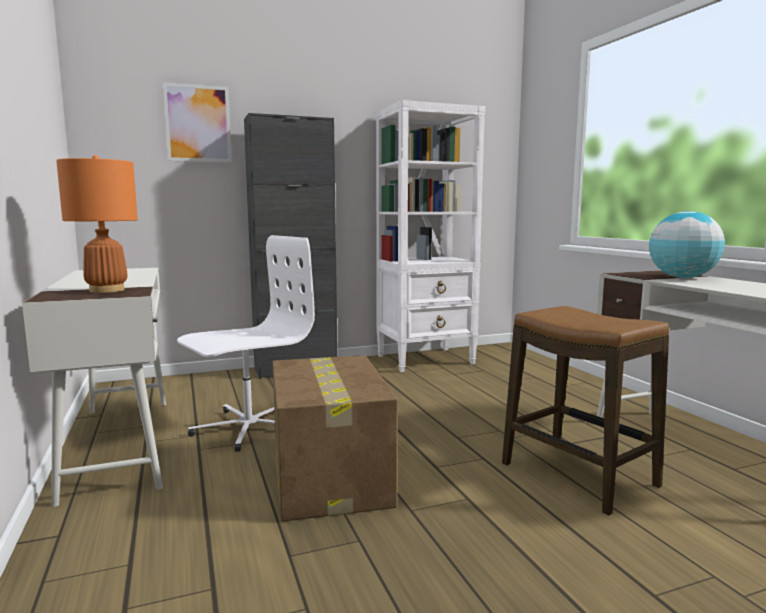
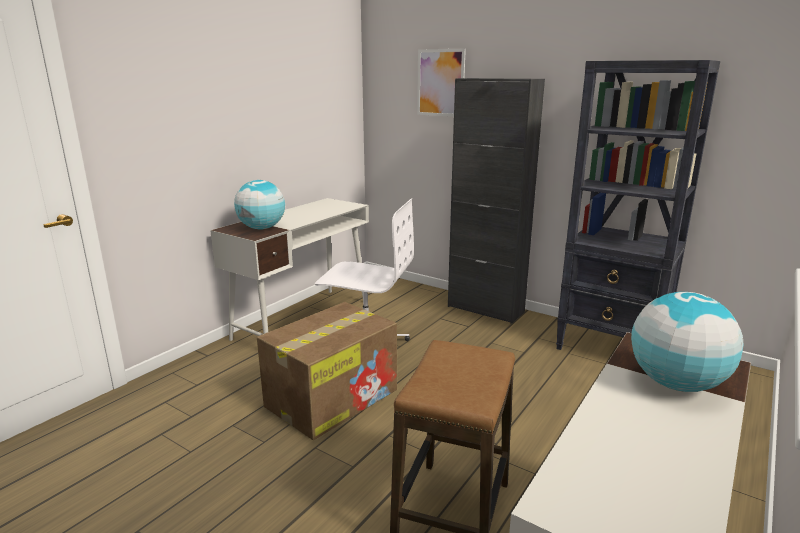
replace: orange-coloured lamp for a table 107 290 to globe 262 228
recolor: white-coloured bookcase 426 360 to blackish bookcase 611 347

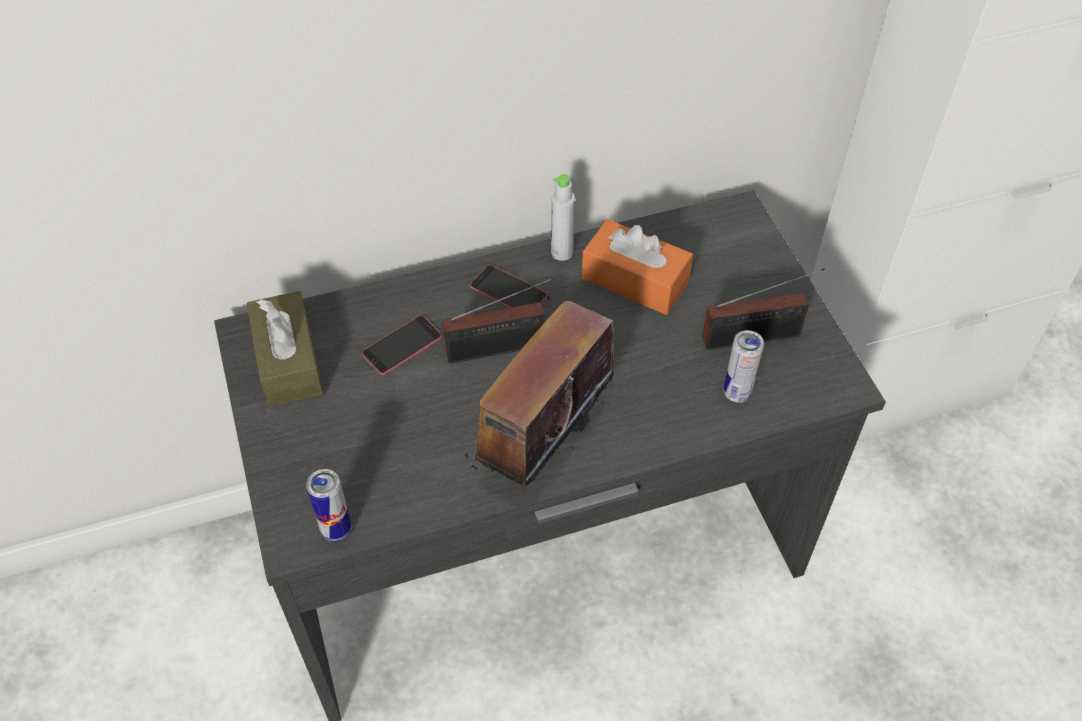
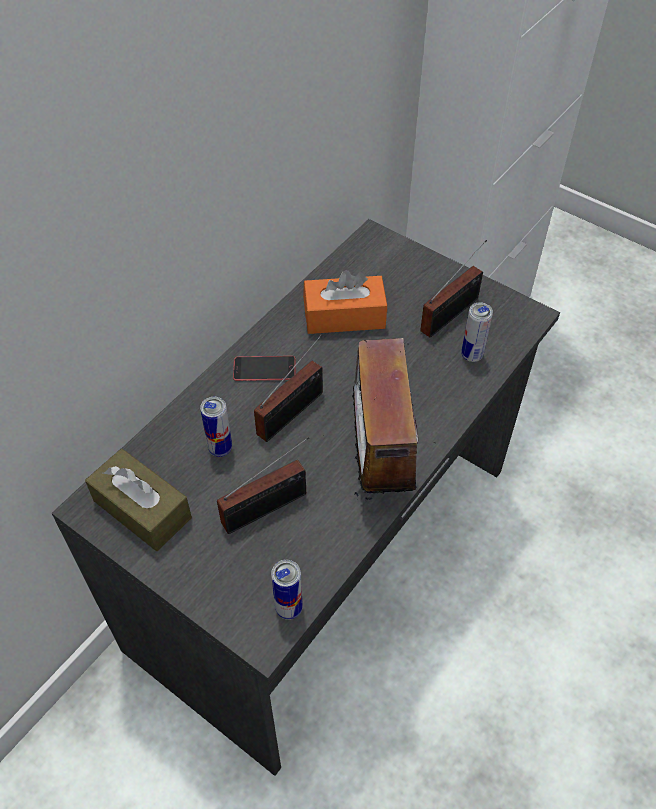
delete: gray beverage bottle 562 252
insert: radio receiver 269 507
replace: phone 402 345 to can 220 448

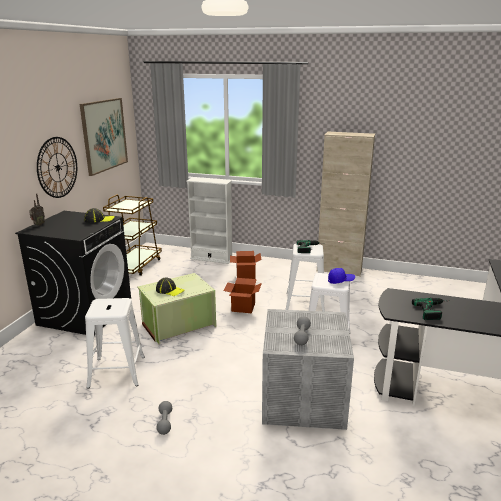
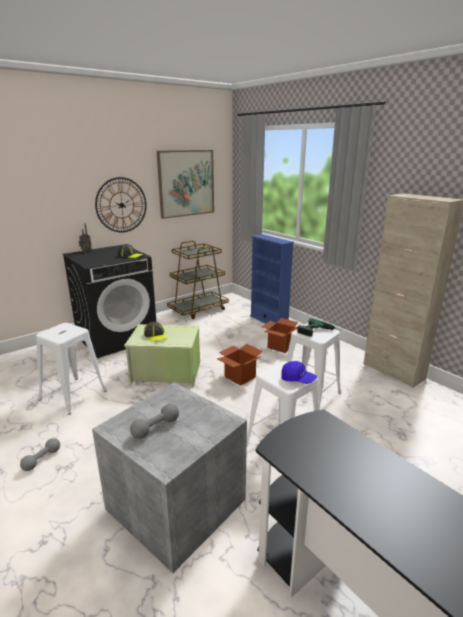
delete: electric drill 435 310
recolor: white-coloured bookcase 211 258 to bluish bookcase 268 321

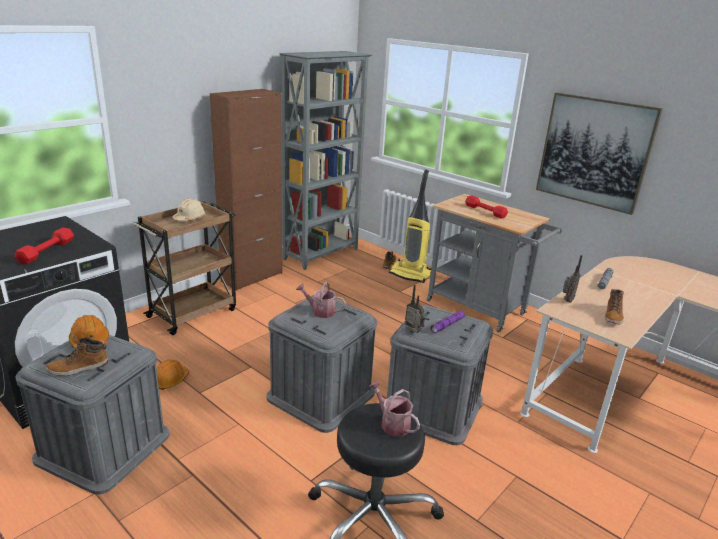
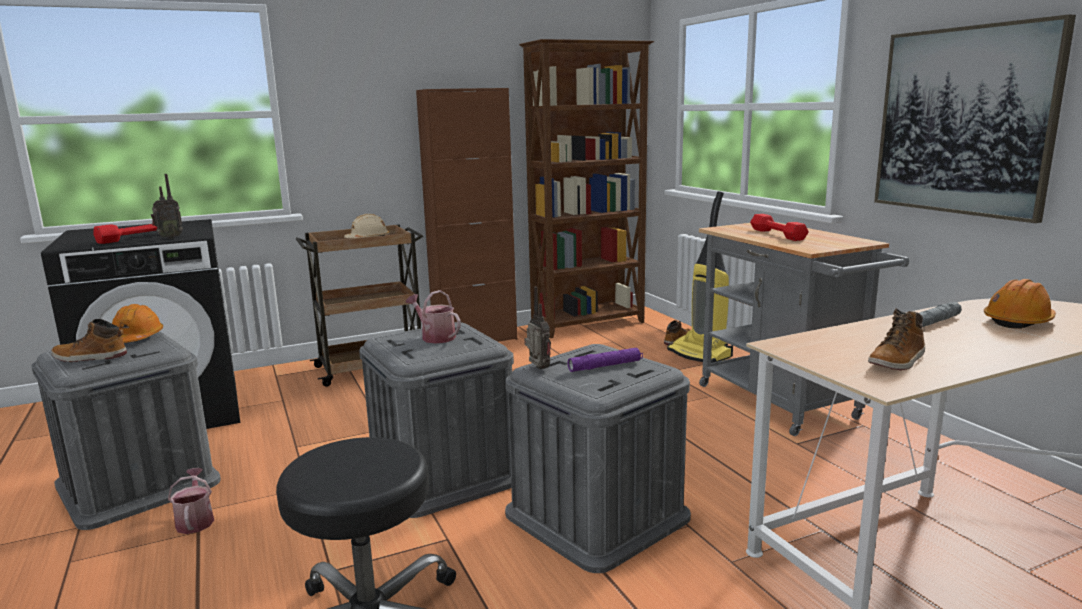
move: orange-coloured hard hat 170 380 to 1018 321; watering pot 392 423 to 195 520; radio receiver 566 301 to 169 238
recolor: gray bookcase 322 254 to brownish bookcase 589 324

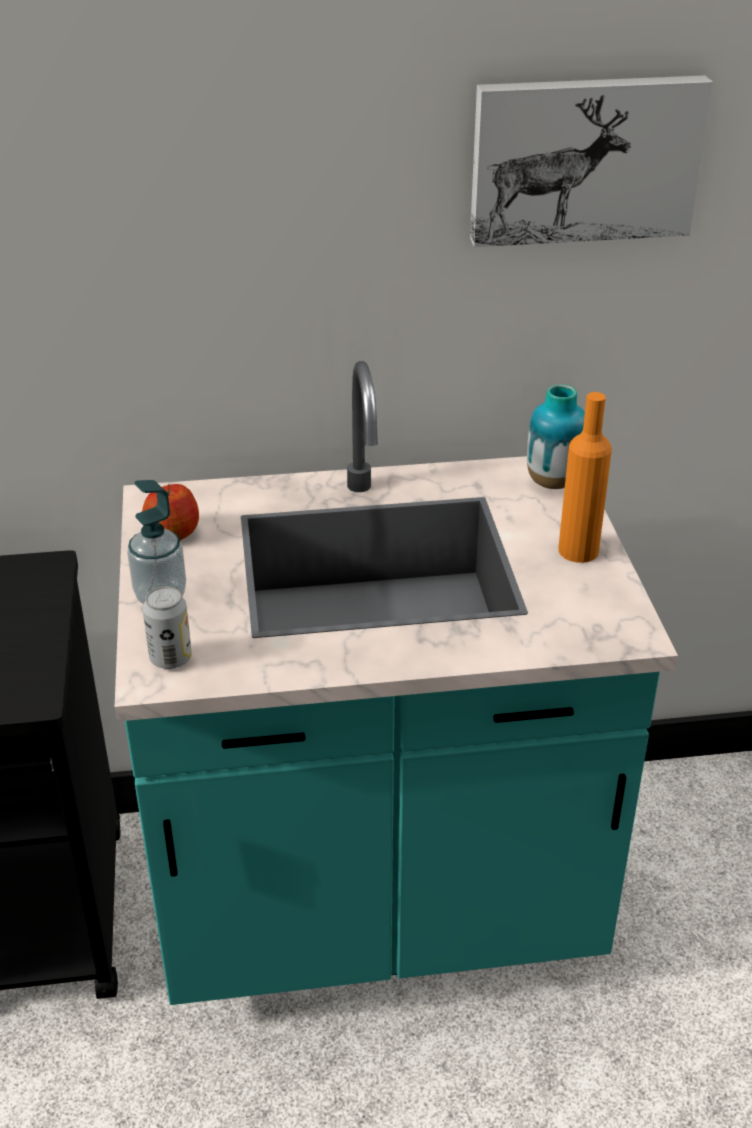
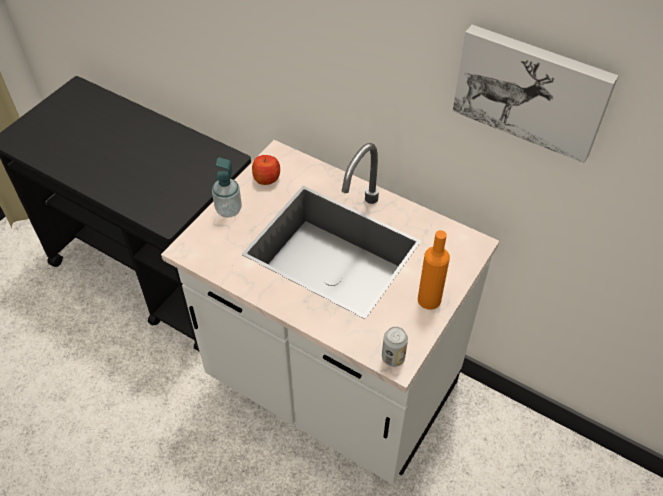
delete: flower vase 553 482
move: can 171 658 to 393 357
recolor: turquoise-coloured kitchen base unit 376 906 to white-coloured kitchen base unit 331 386

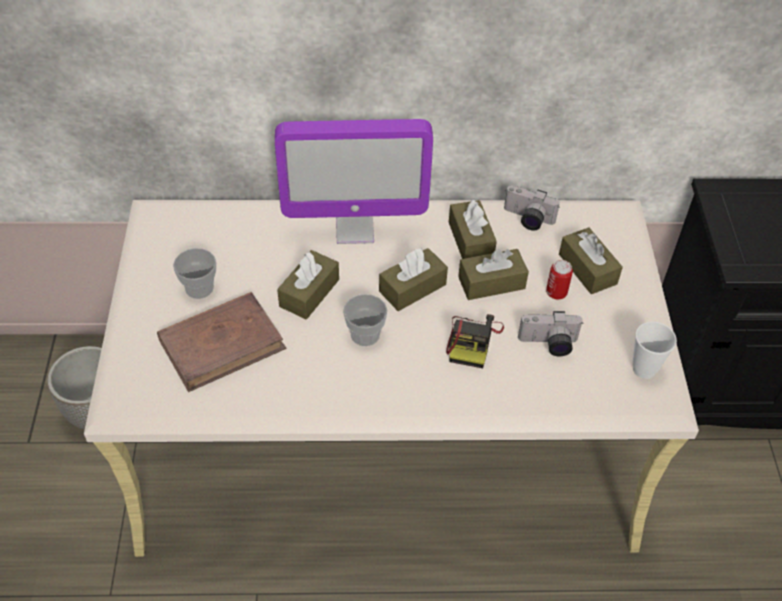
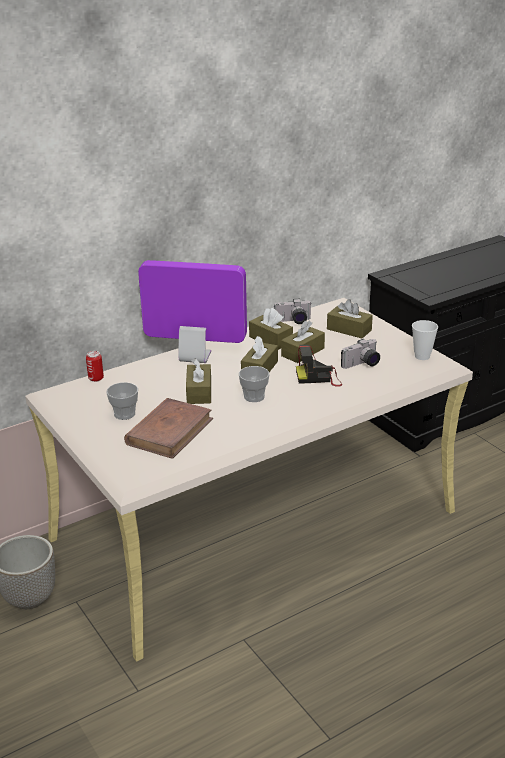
move: can 556 293 to 96 378
rotate: computer display 354 229 = 195 357 135 degrees counterclockwise; photo camera 472 341 = 319 378 105 degrees clockwise

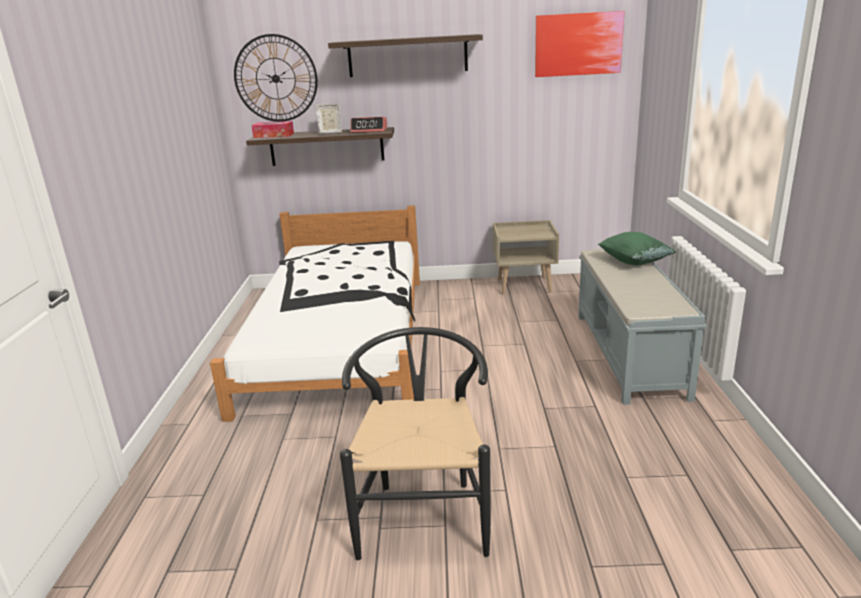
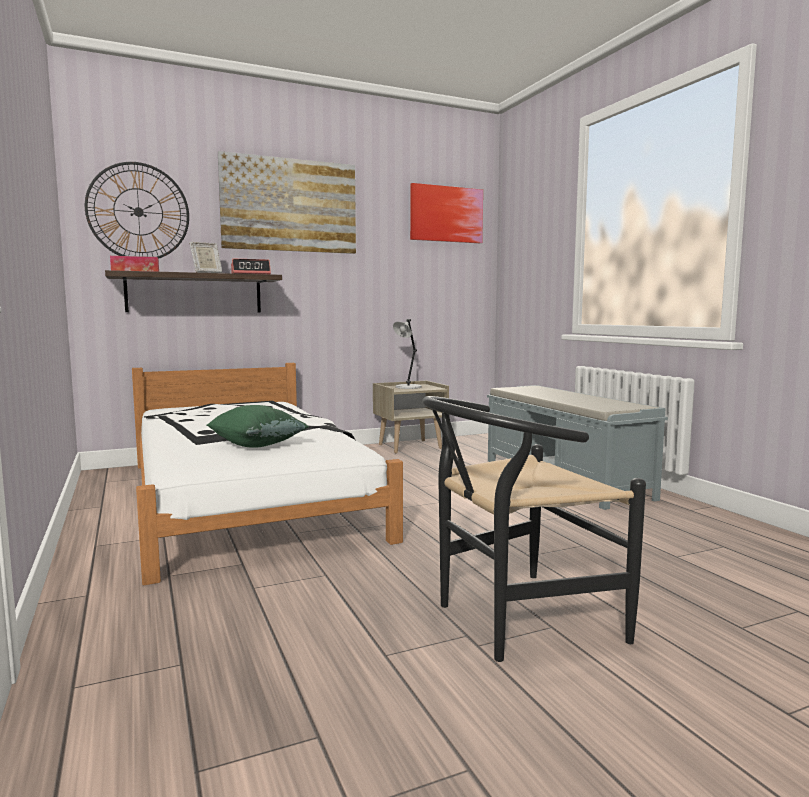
insert: gray lamp for a table 407 387
move: green-coloured cushion 634 262 to 257 445
replace: wall shelf 407 56 to wall picture 289 205
rotate: blackish upright chair 423 512 = 513 620 90 degrees counterclockwise

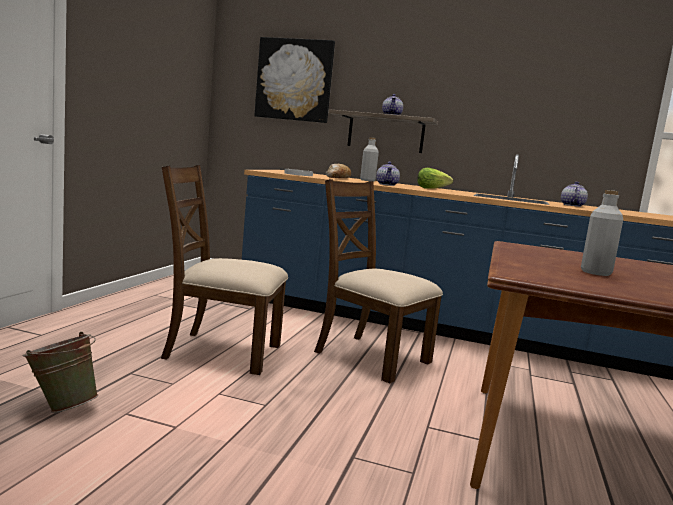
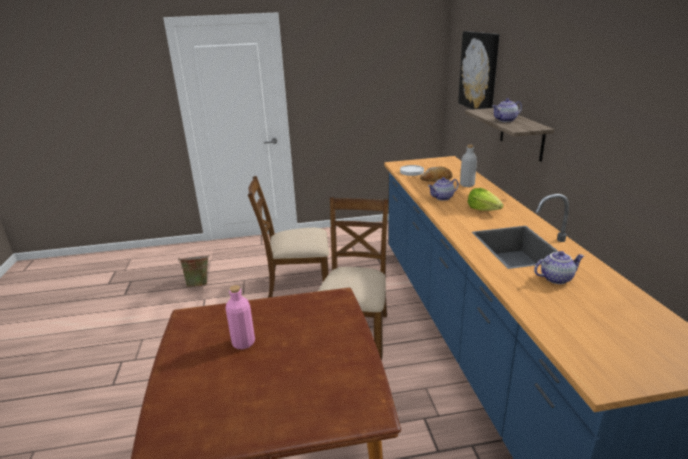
recolor: gray beverage bottle 596 273 to pink-coloured beverage bottle 243 343
rotate: brownish upright chair 221 351 = 297 286 75 degrees counterclockwise

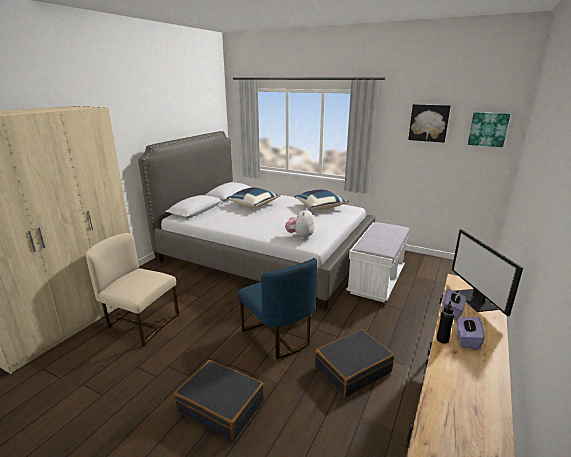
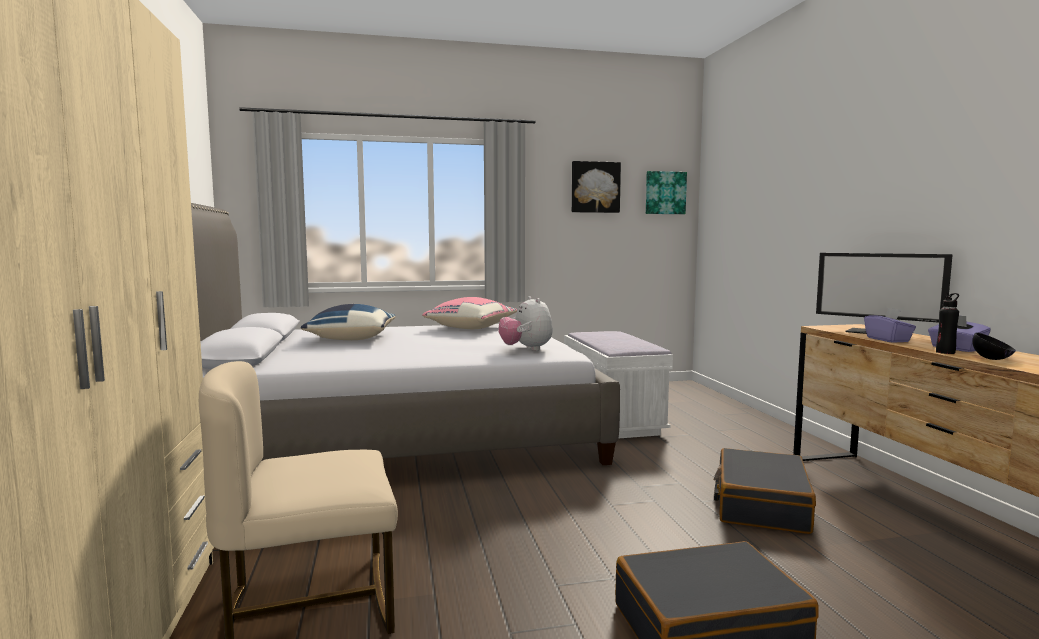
delete: bluish upright chair 278 336
insert: blackish bowl 992 359
recolor: bluish cushion 320 207 to pink-coloured cushion 470 328

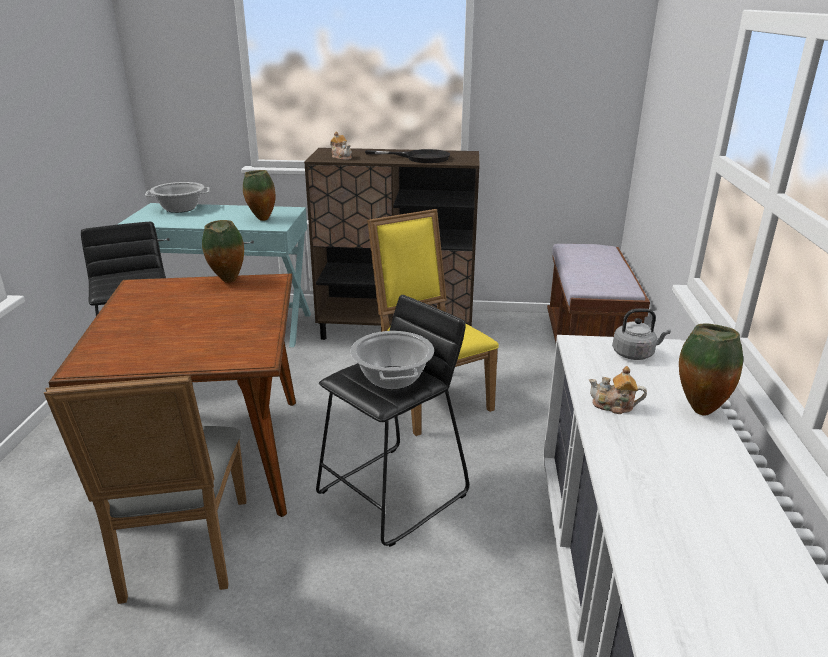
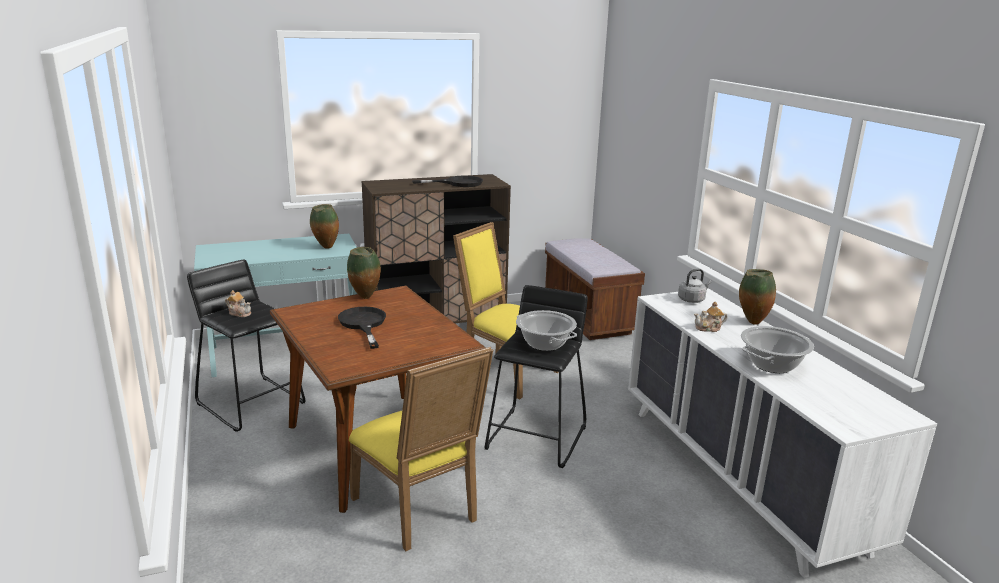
insert: blackish frying pan 363 324
move: cooking pot 180 208 to 772 365; pot for tea 341 157 to 240 313
recolor: gray upright chair 180 554 to yellow upright chair 420 511

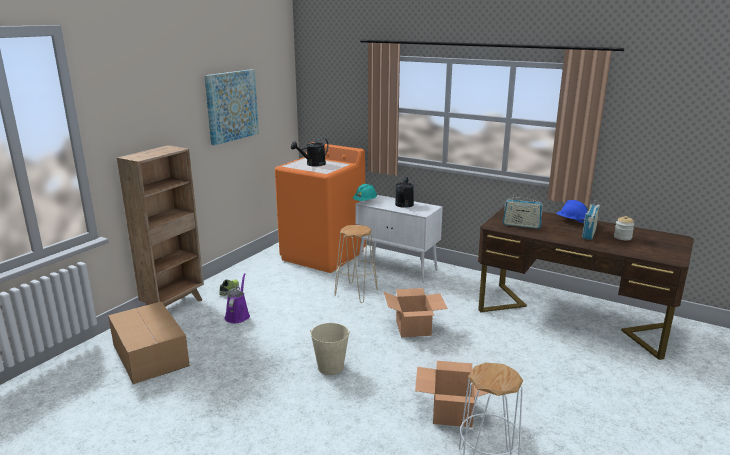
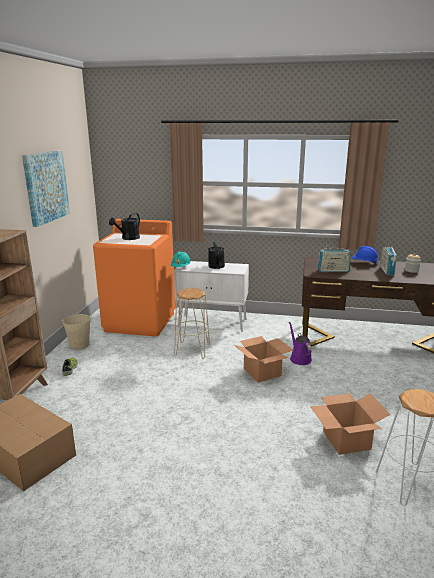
move: purplish watering pot 238 315 to 299 358; beige-coloured bucket 330 367 to 79 345

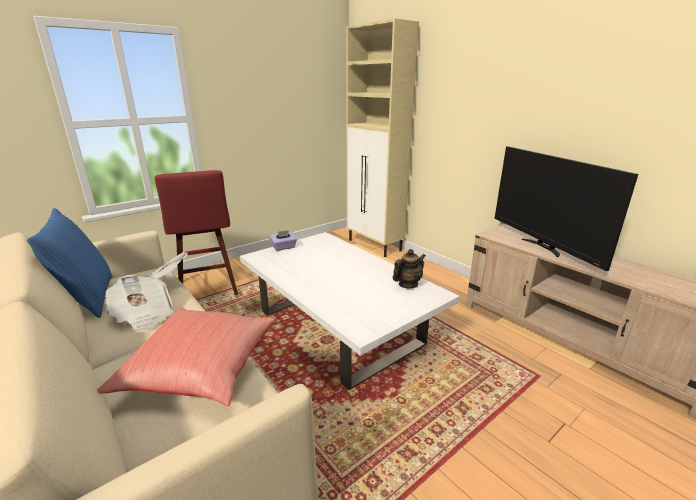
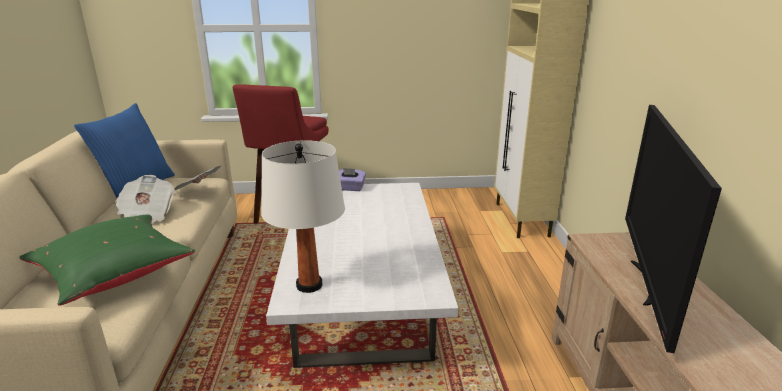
delete: pot for tea 407 284
insert: white-coloured lamp for a table 309 285
recolor: red-coloured cushion 203 371 to green-coloured cushion 116 276

